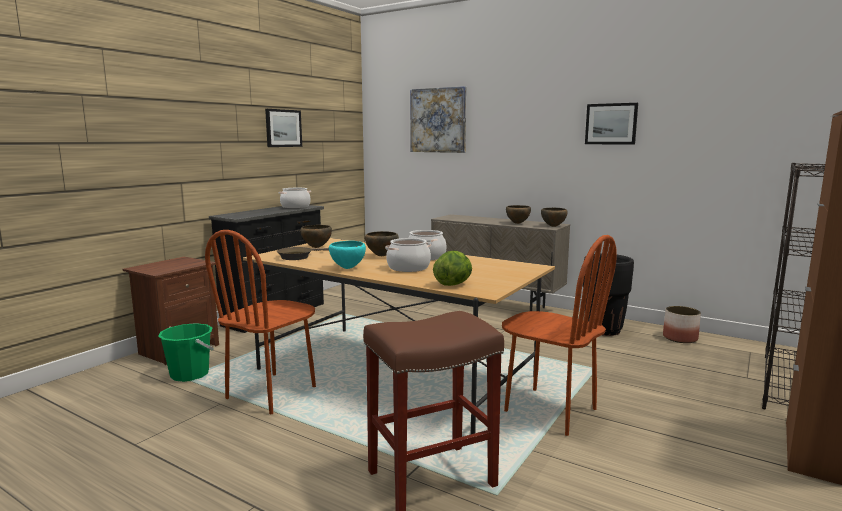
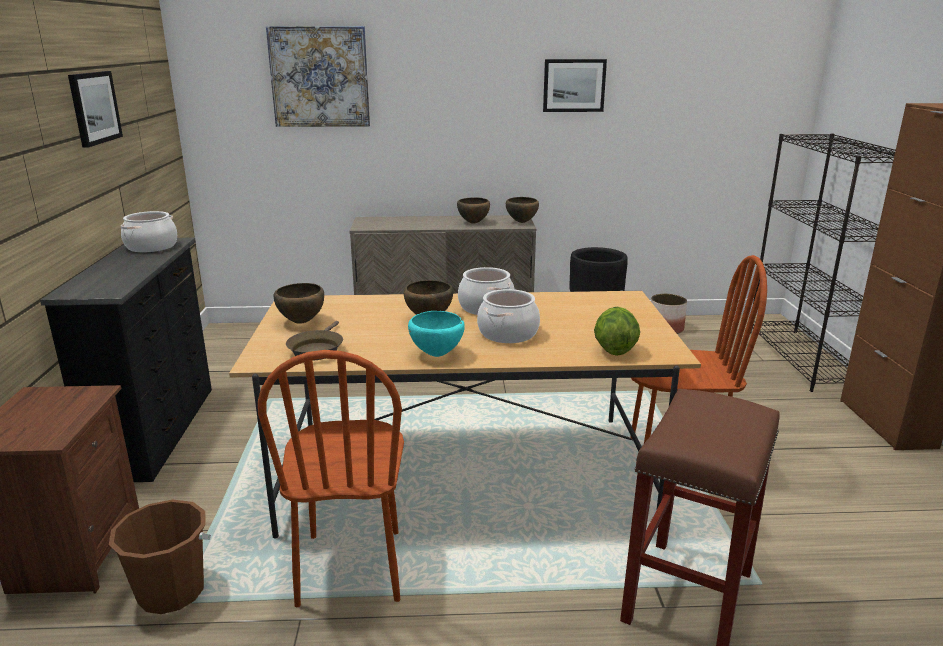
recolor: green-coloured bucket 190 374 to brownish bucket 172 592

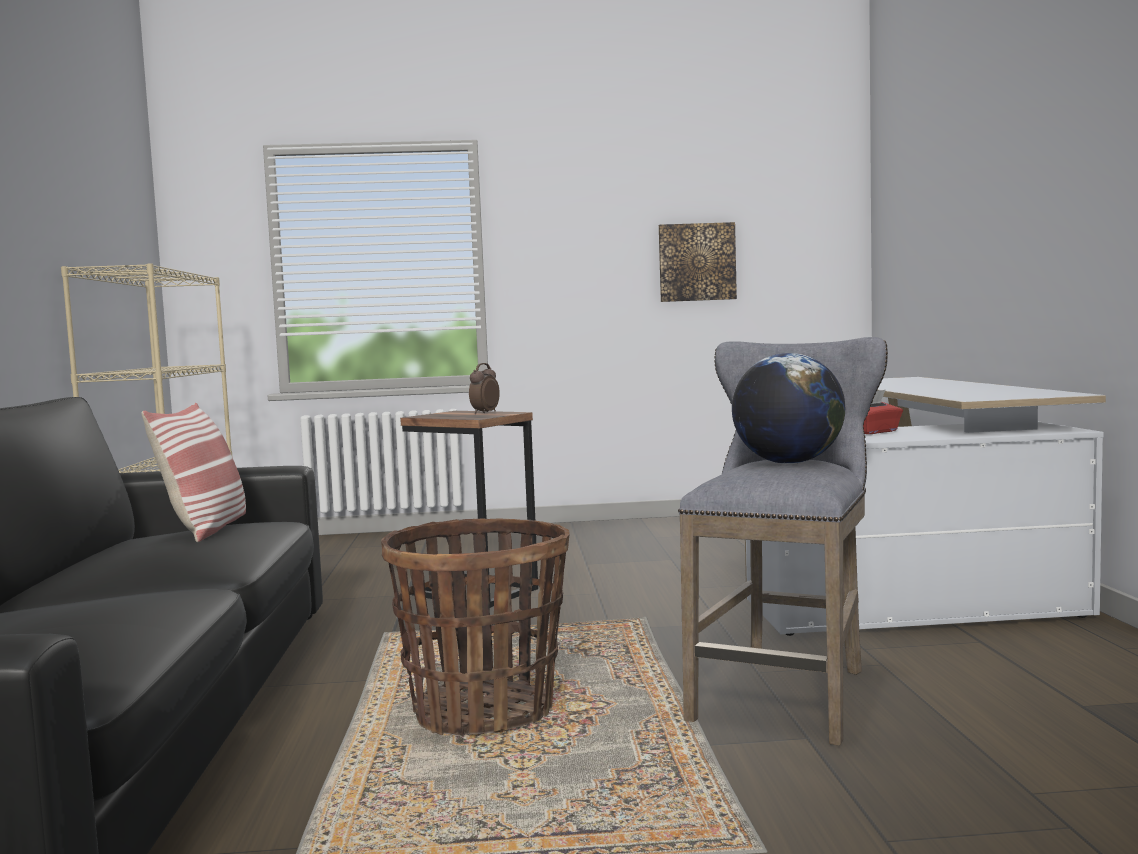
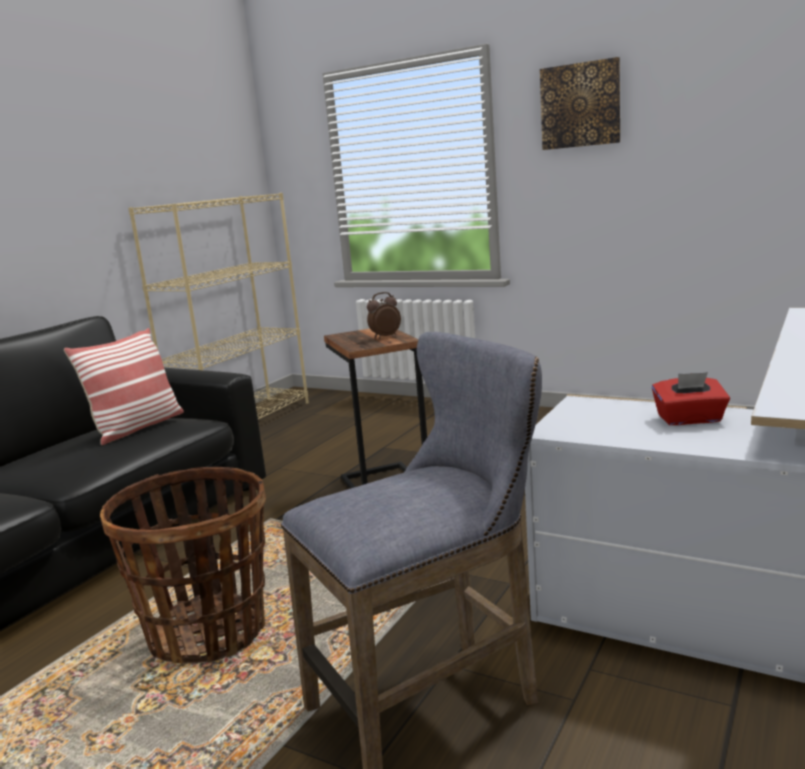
delete: globe 788 463
move: wall picture 697 262 to 580 105

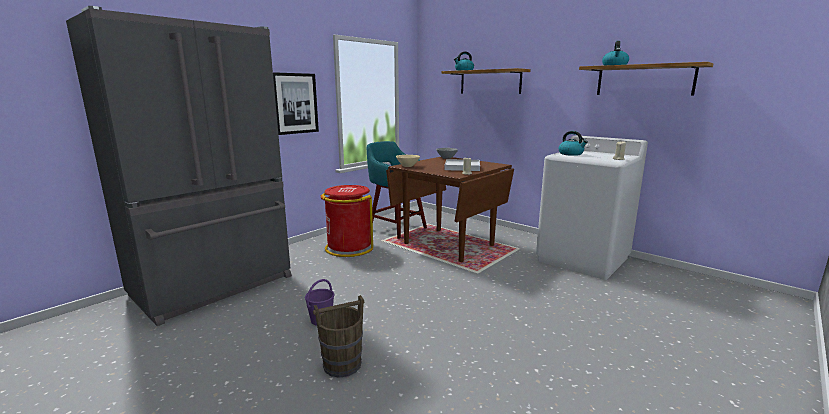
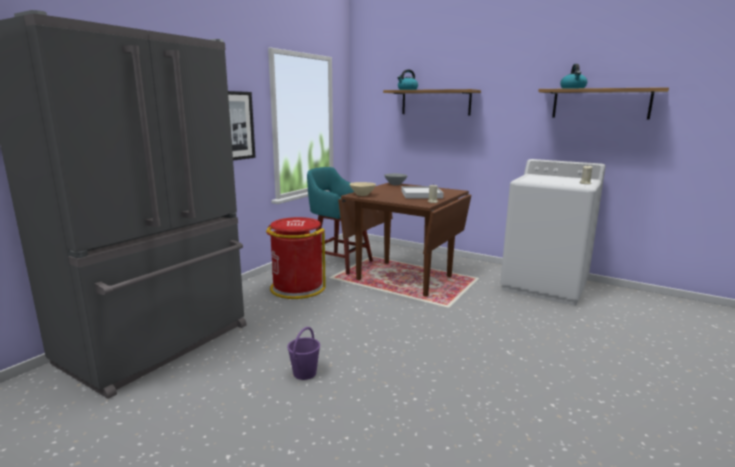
delete: brownish bucket 342 364; kettle 571 154

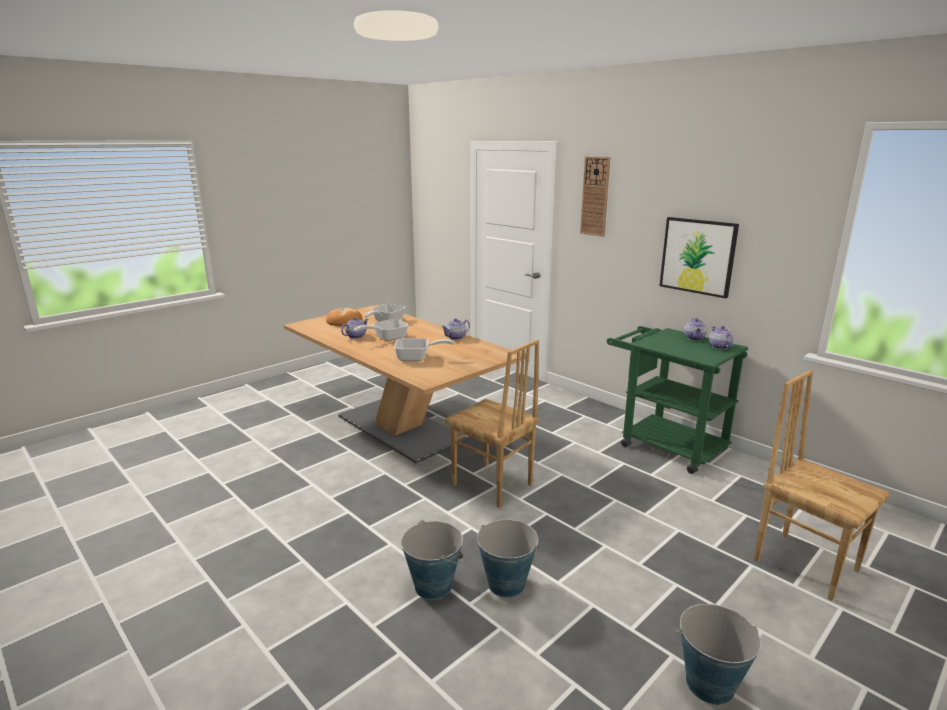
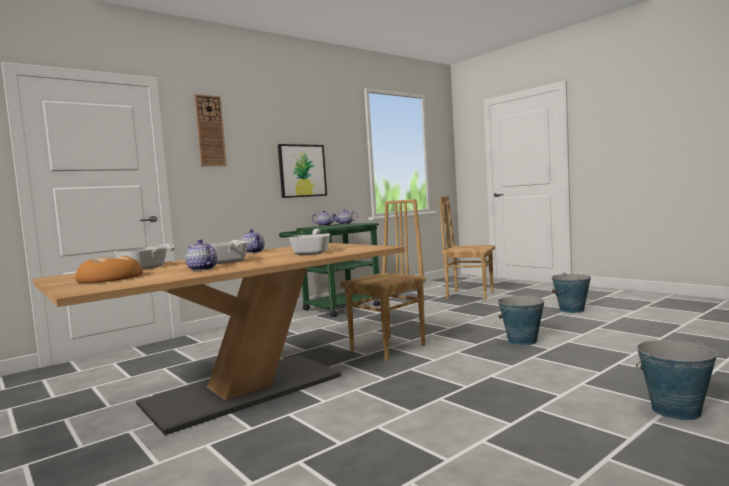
move: bucket 433 586 to 675 411
rotate: brownish upright chair 805 564 = 469 295 60 degrees clockwise

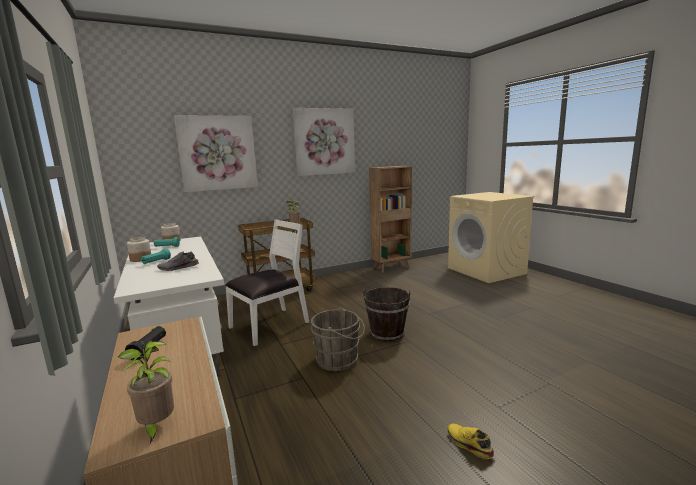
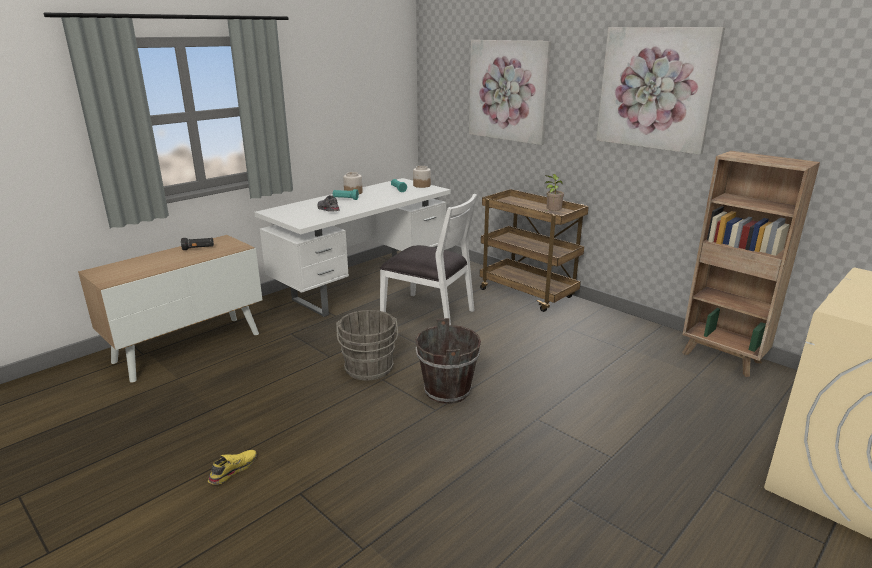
delete: potted plant 156 427

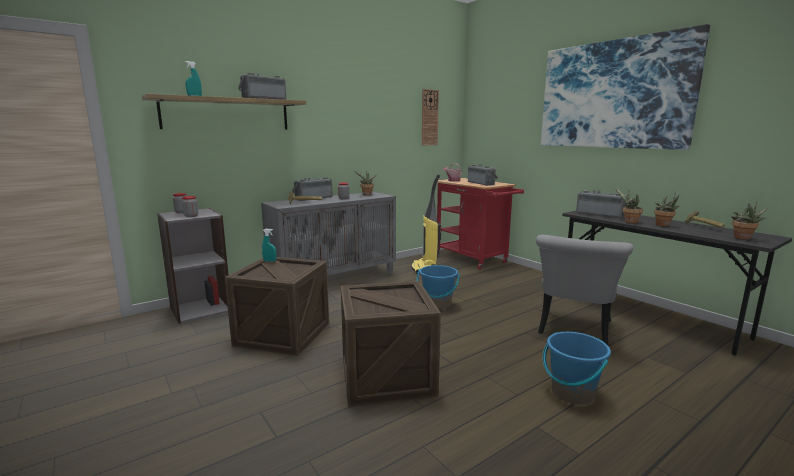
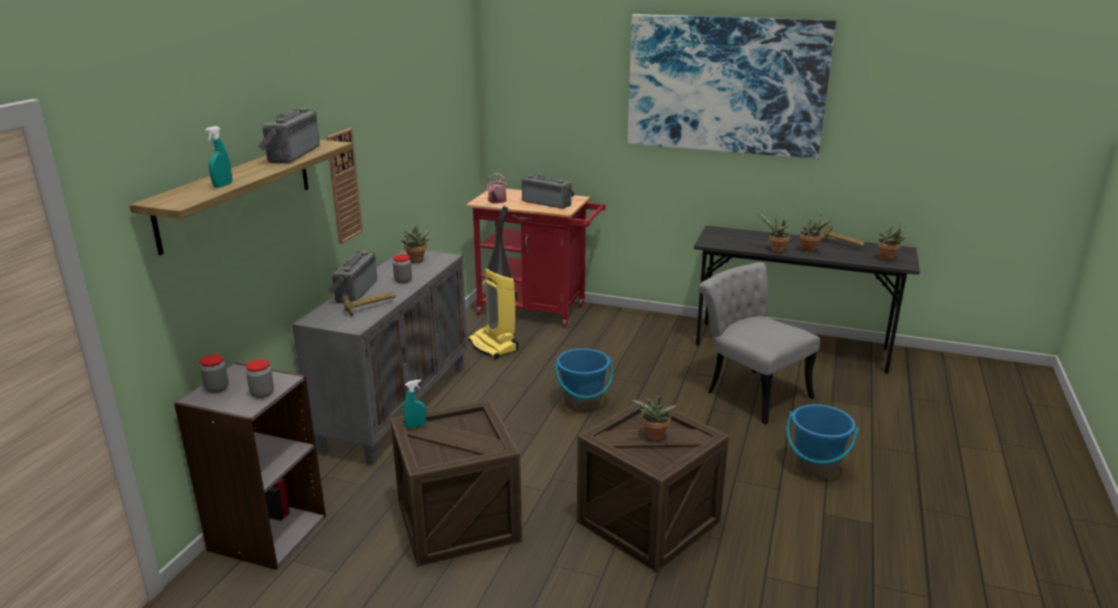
delete: radio receiver 600 214
insert: potted plant 653 437
move: clock on the wall 429 117 to 344 186
rotate: gray upright chair 573 331 = 750 391 150 degrees clockwise

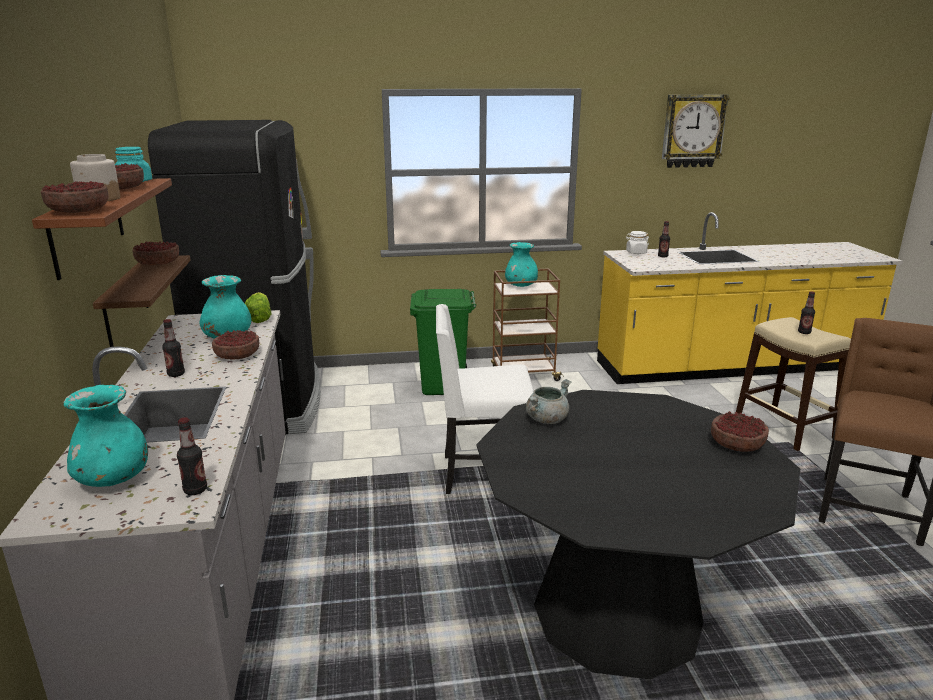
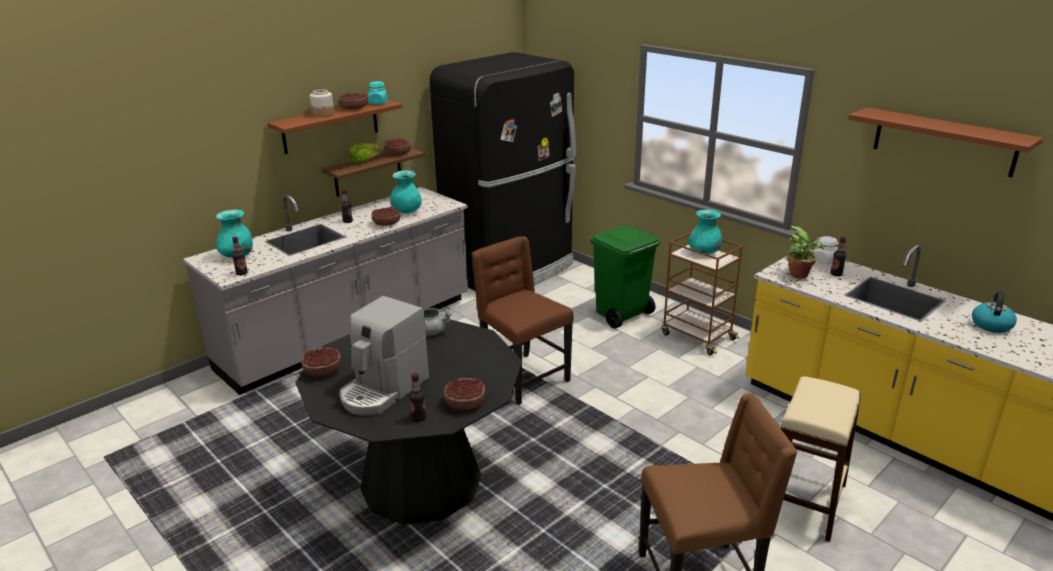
insert: coffee brewer 383 390; potted plant 800 275; kettle 991 324
move: bowl 78 211 to 322 370; lettuce 259 318 to 364 161; beverage bottle 804 332 to 418 418
replace: clock on the wall 692 131 to brownish wall shelf 944 141
recolor: white-coloured upright chair 483 474 to brownish upright chair 522 377

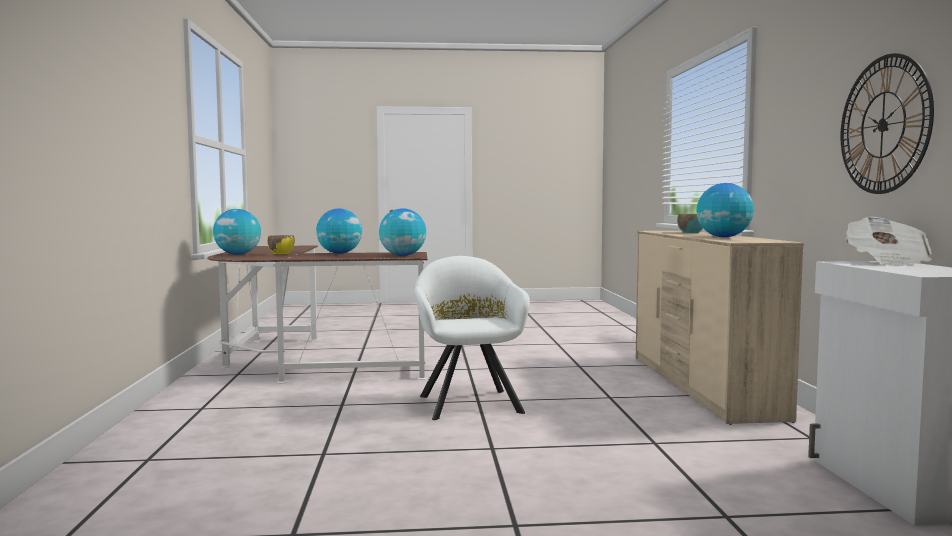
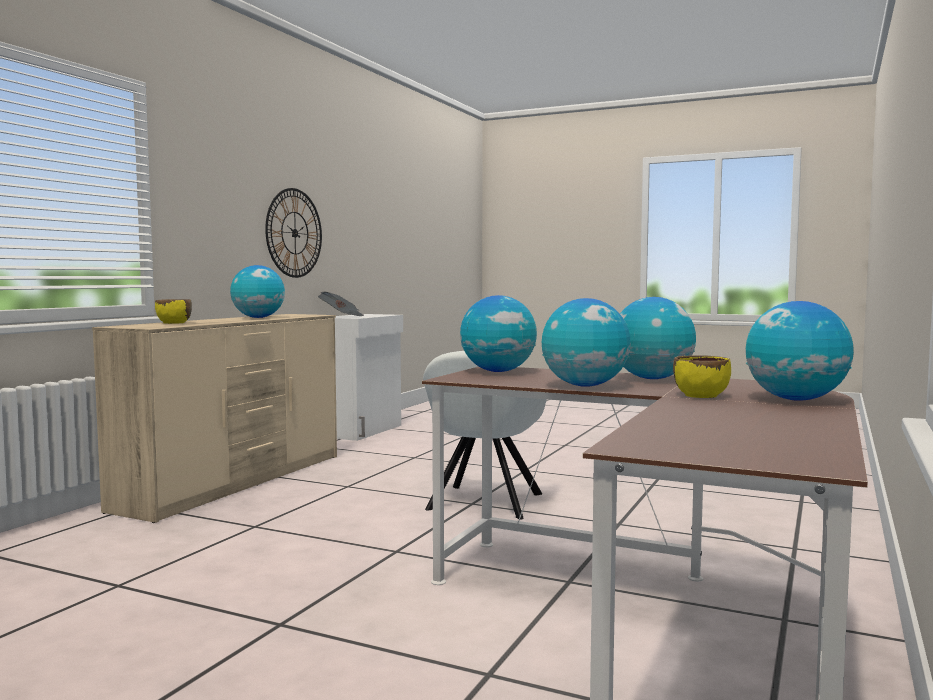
insert: globe 652 379
recolor: turquoise-coloured bowl 690 232 to yellow bowl 174 323

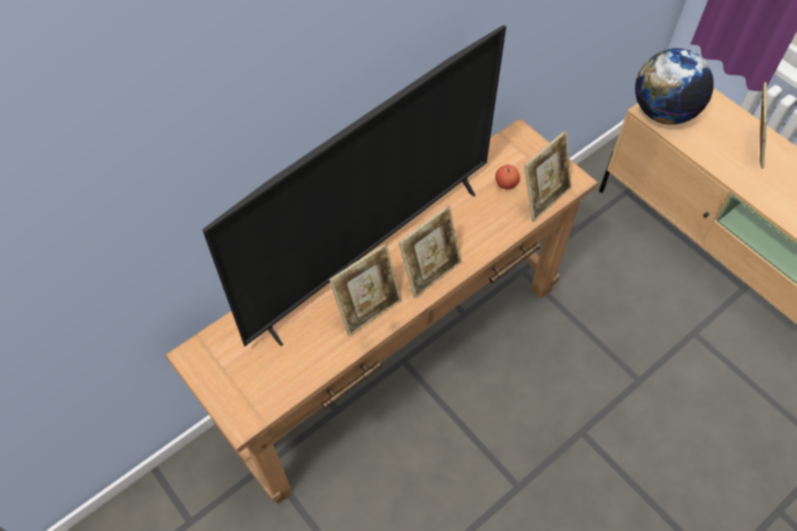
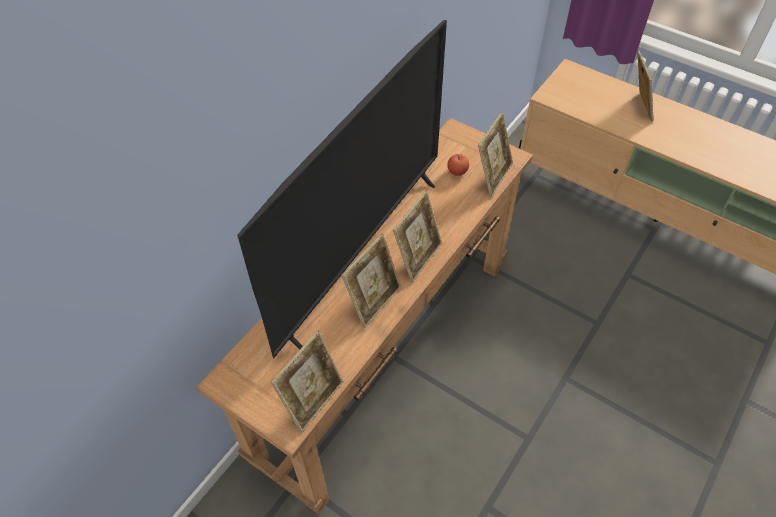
delete: globe 663 112
insert: picture frame 313 399

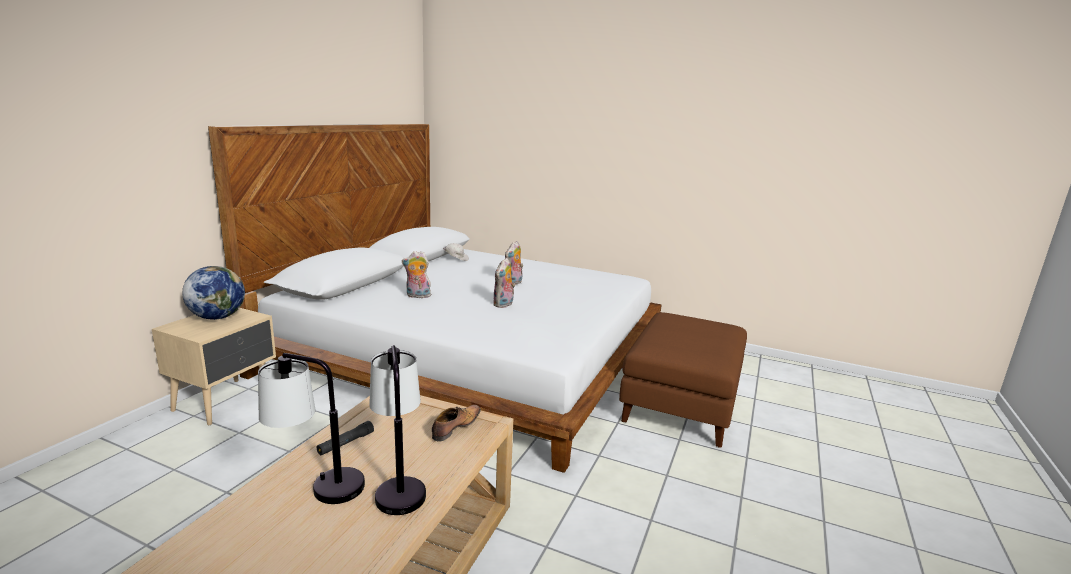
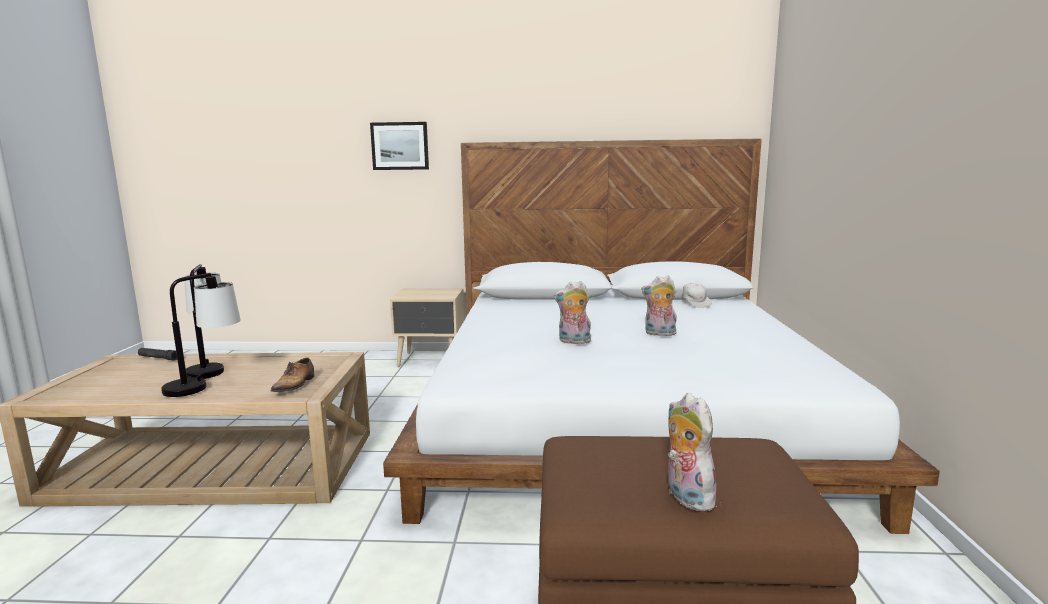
delete: globe 217 317
insert: wall picture 400 146
move: blackish flashlight 346 443 to 158 358; cuddly toy 417 296 to 685 496
rotate: low shoe 455 427 = 295 385 90 degrees clockwise

